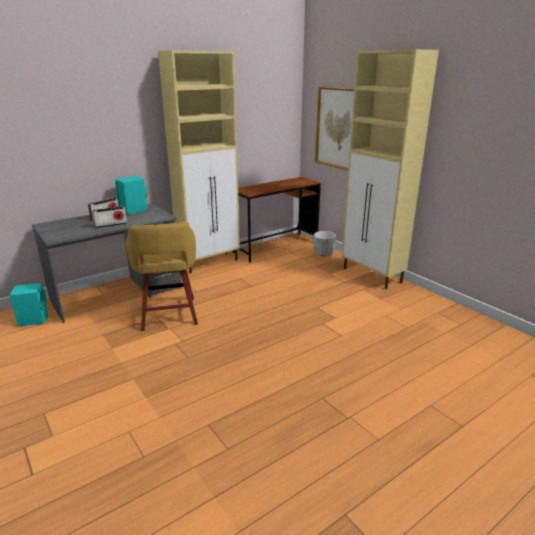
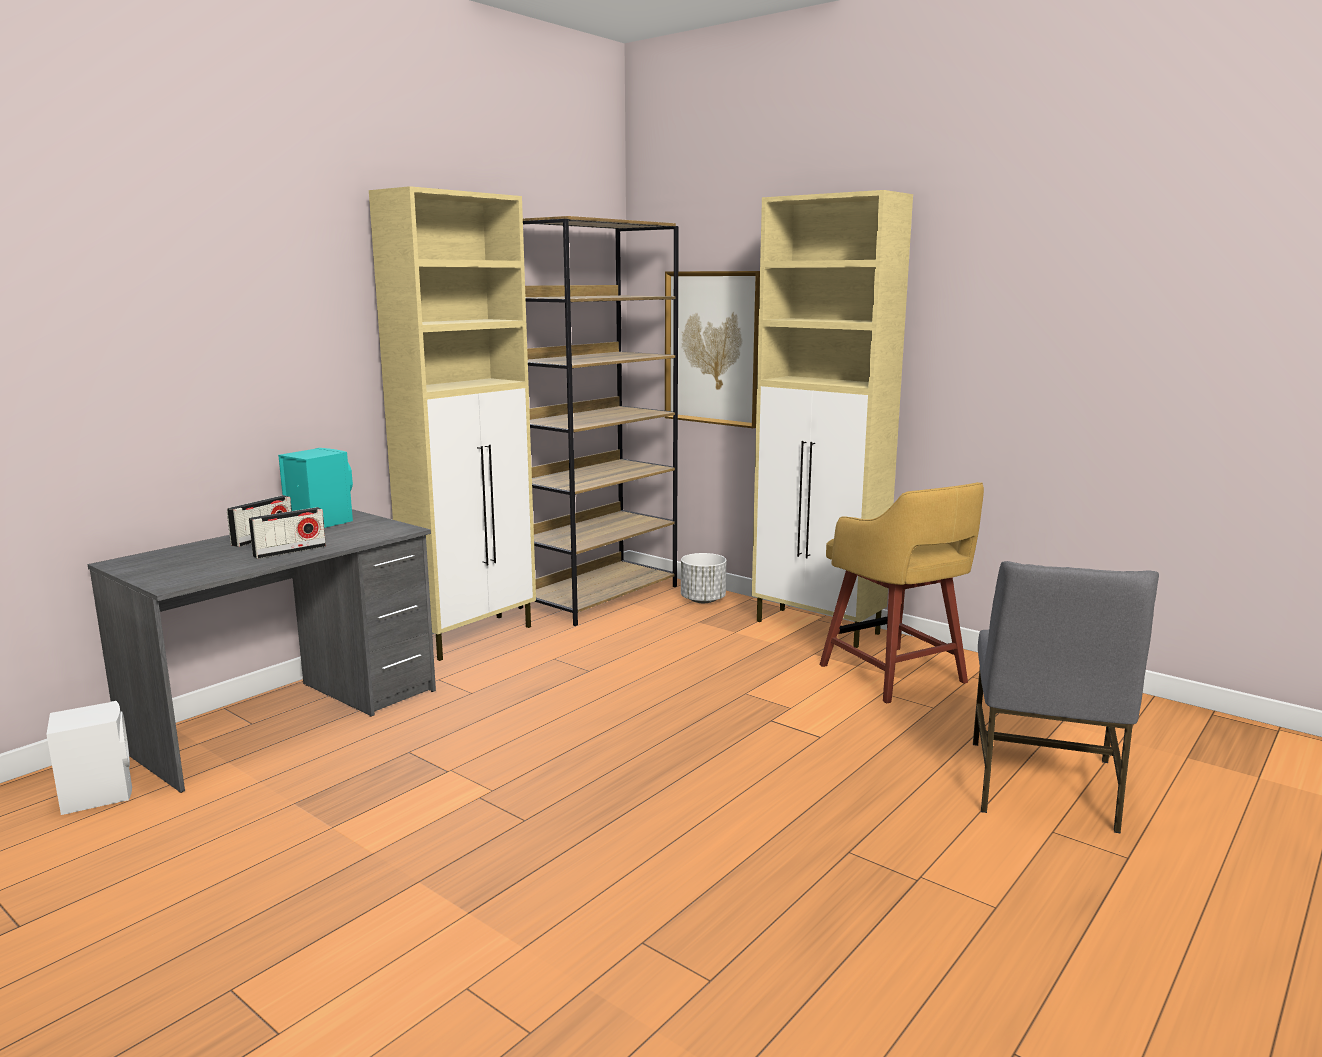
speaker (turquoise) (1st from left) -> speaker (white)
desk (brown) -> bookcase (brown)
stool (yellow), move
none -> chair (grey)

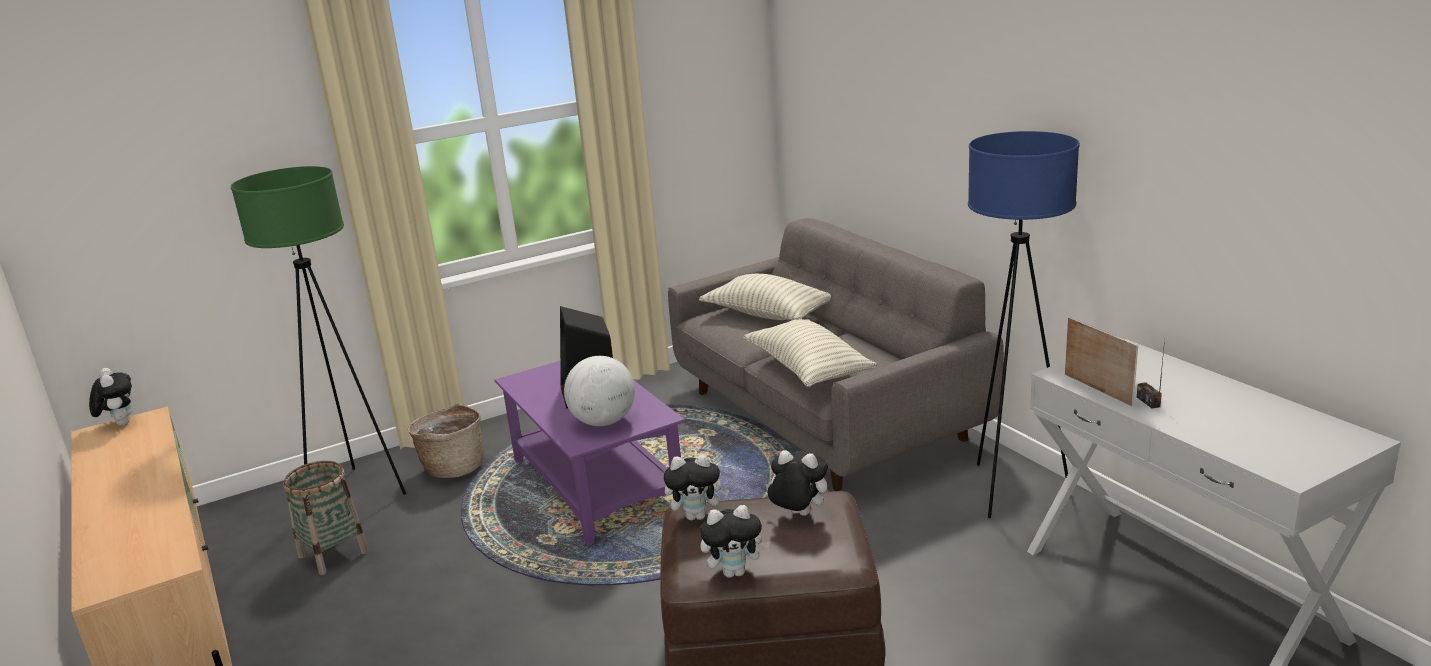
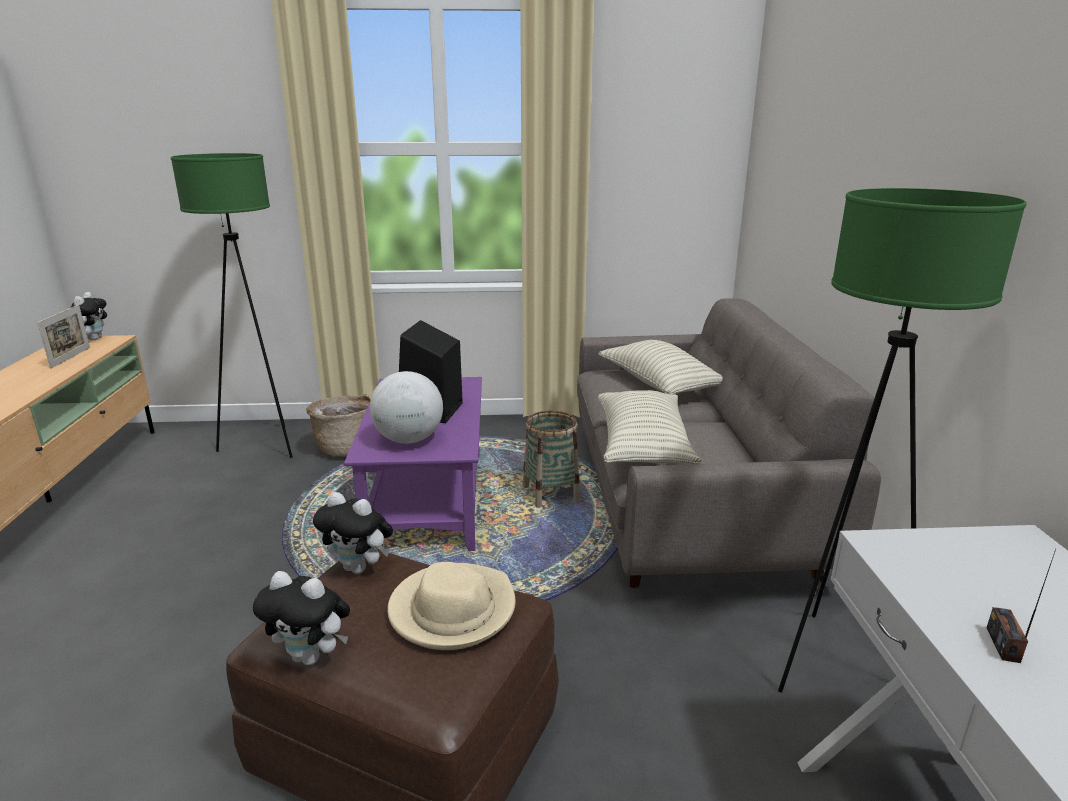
picture frame, move
plush toy (4th from left) -> hat (beige)
basket (1st from left in the first image) -> basket (2nd from left), move
floor lamp (blue) -> floor lamp (green) (2nd from left)

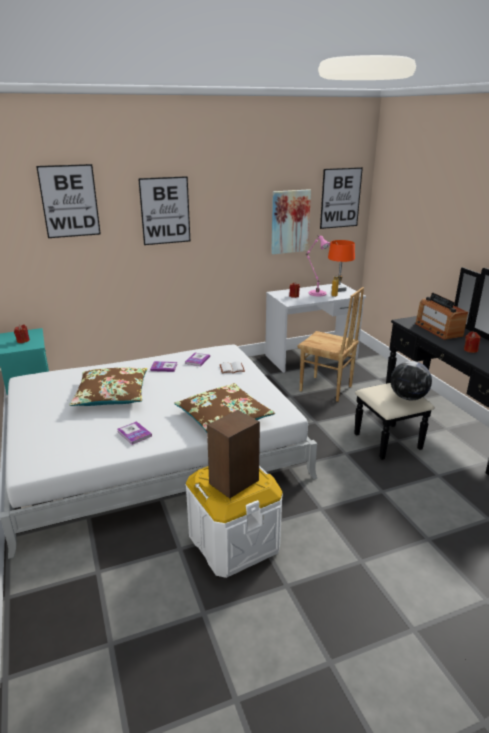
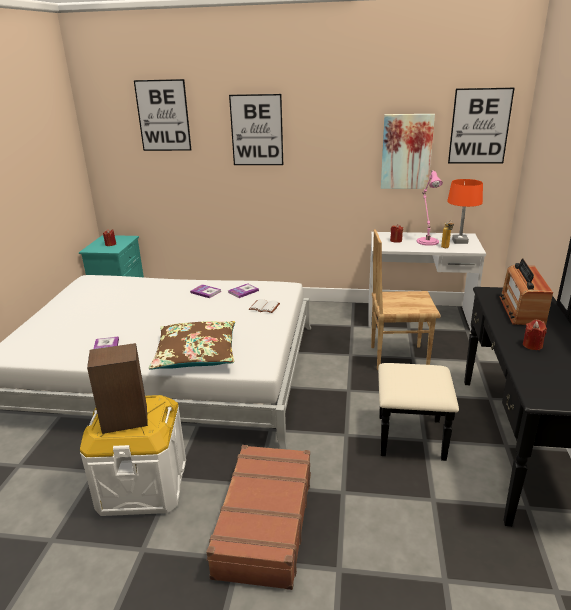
none -> suitcase (brown)
chair (brown), 120 degrees clockwise
pillow (brown) (1st from left) -> none
globe -> none

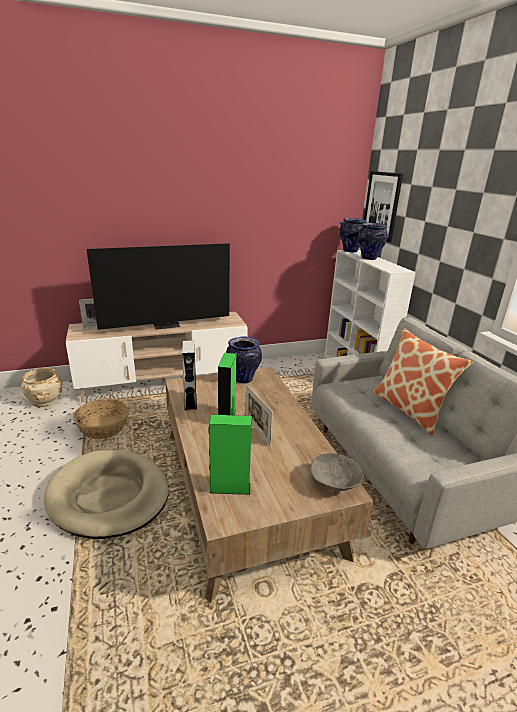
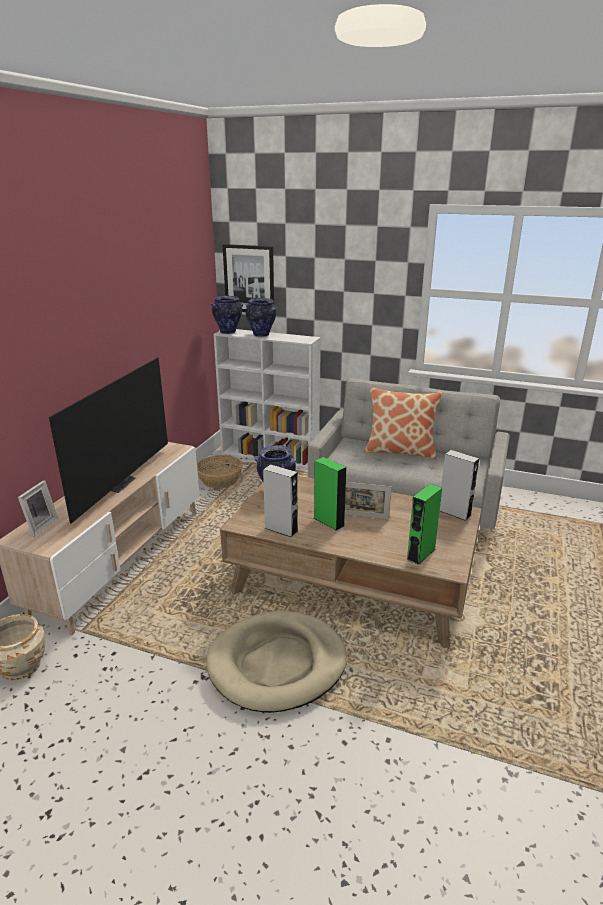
basket, move
bowl (grey) -> speaker (grey) (2nd from left)

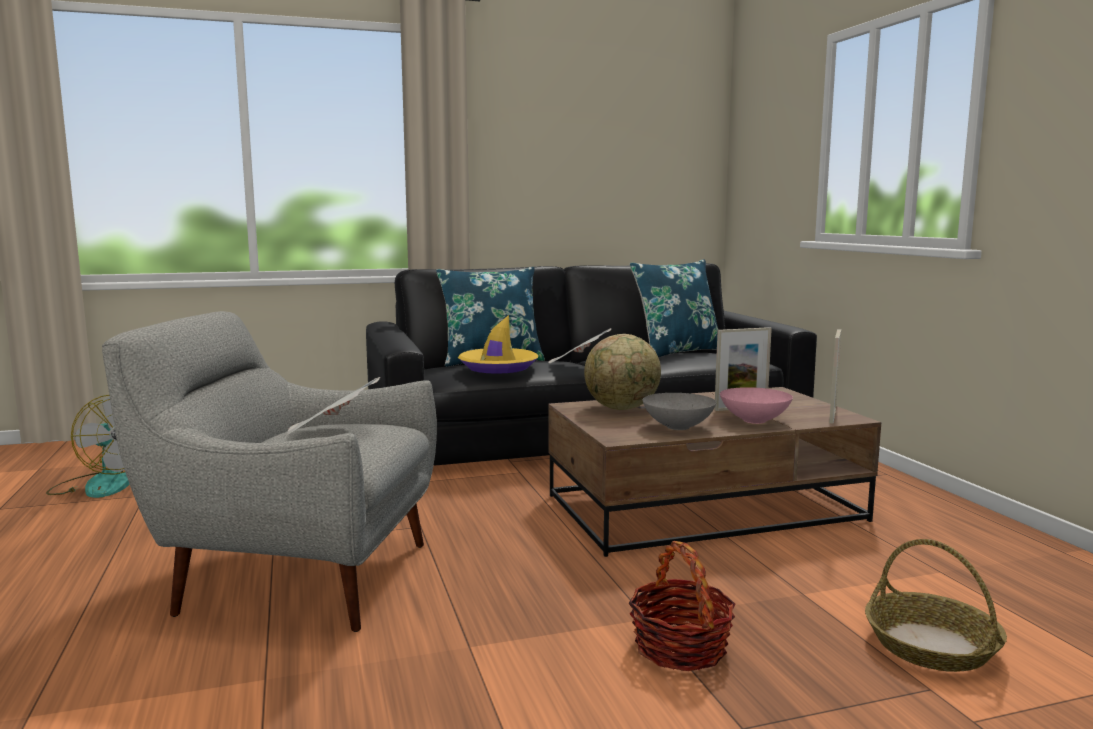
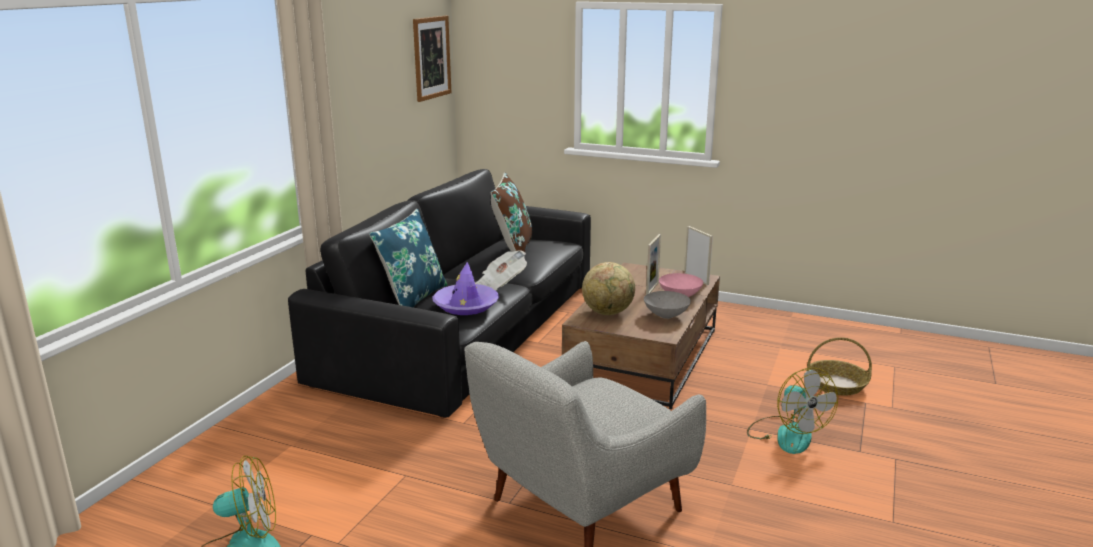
none -> picture
hat (yellow) -> hat (purple)
pillow (blue) (2nd from left) -> pillow (brown)
basket (1st from left) -> fan (2nd from left)
newspaper (1st from left) -> none

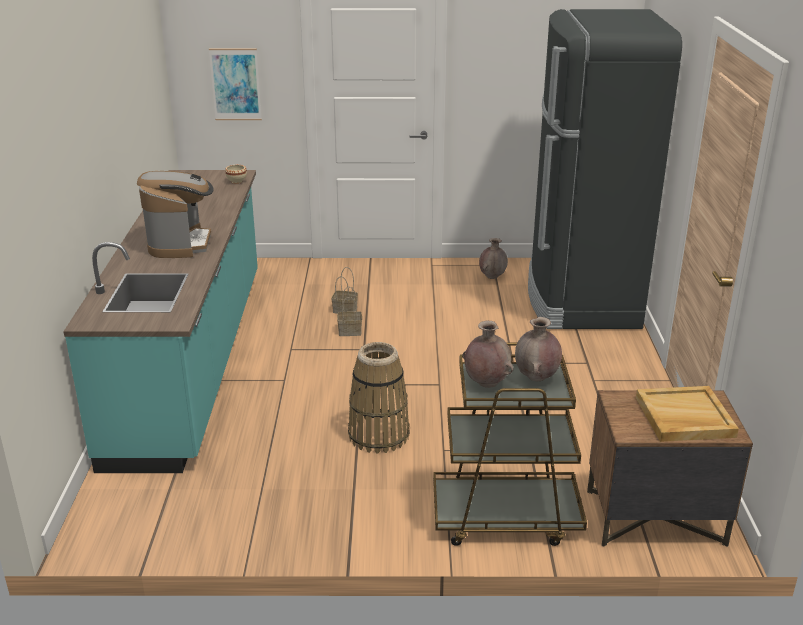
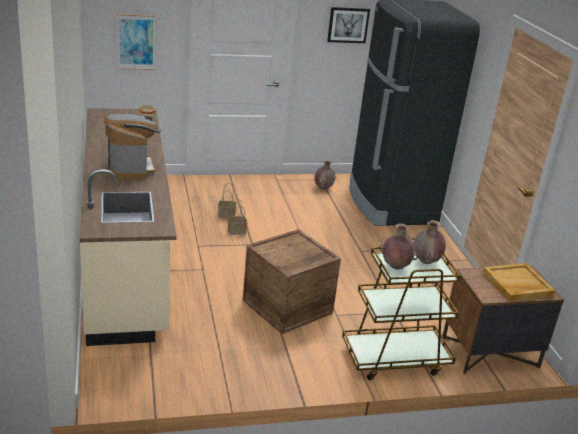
counter (turquoise) -> counter (beige)
basket (3rd from left) -> crate
none -> picture (2nd from left)

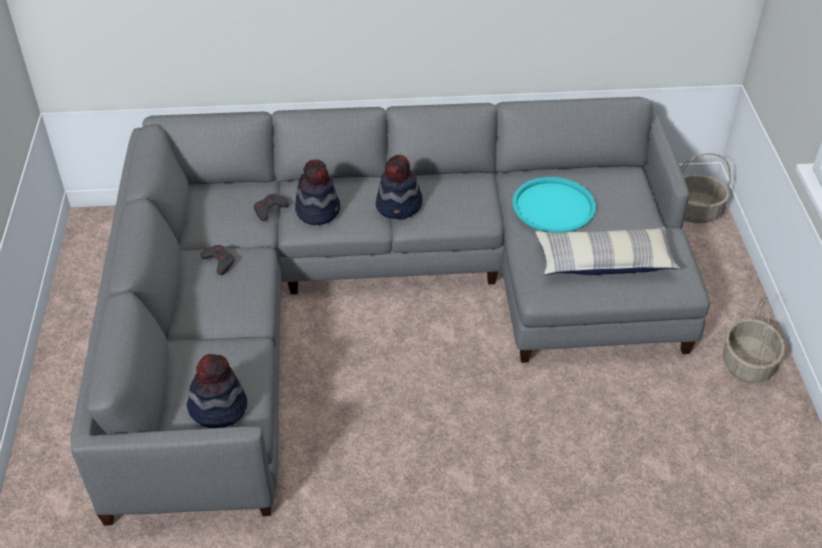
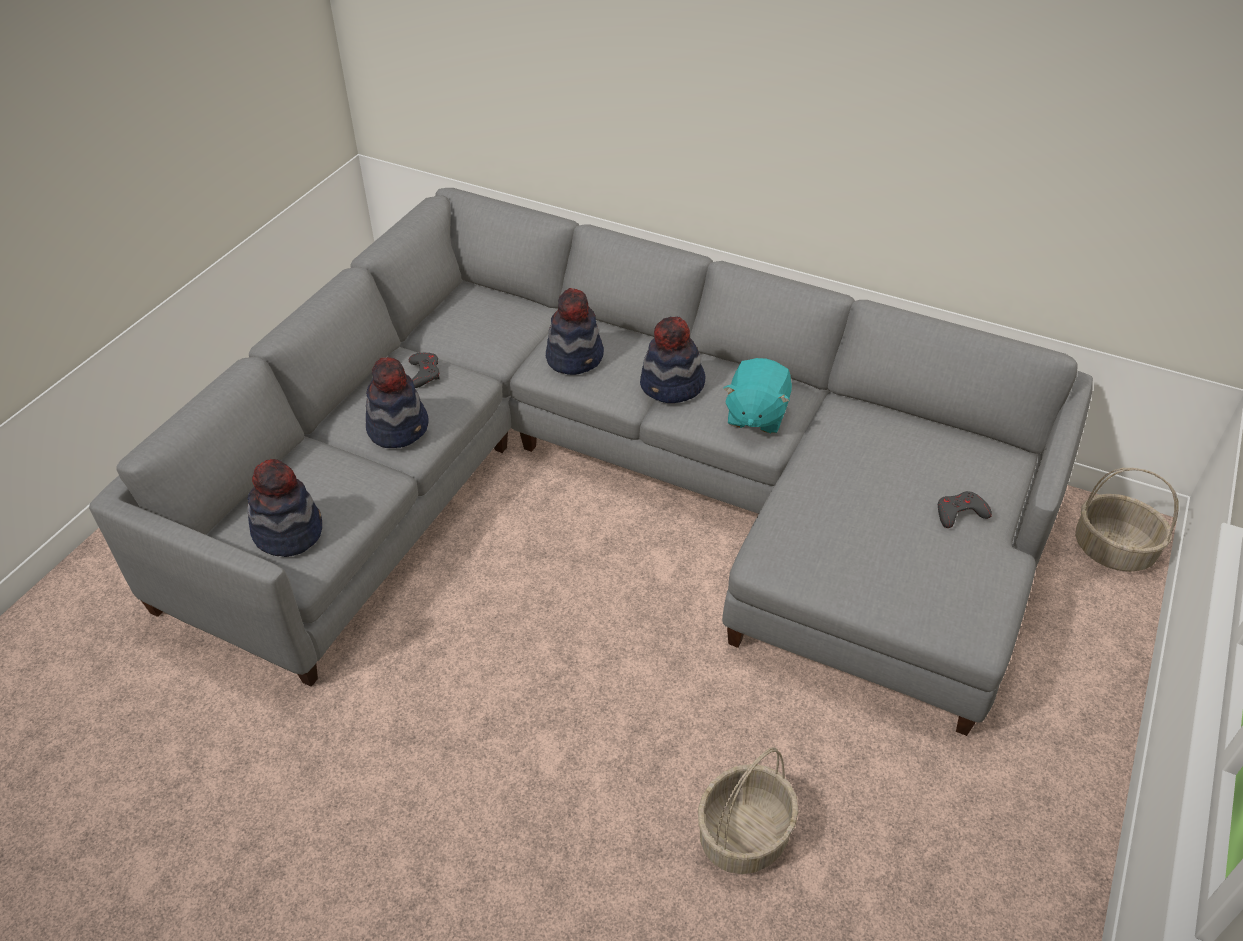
none -> hat (2nd from left)
basket (2nd from left in the first image) -> basket (1st from left), move
none -> plush toy (turquoise)
game controller (grey) (2nd from left), move
tray (turquoise) -> none
pillow -> none

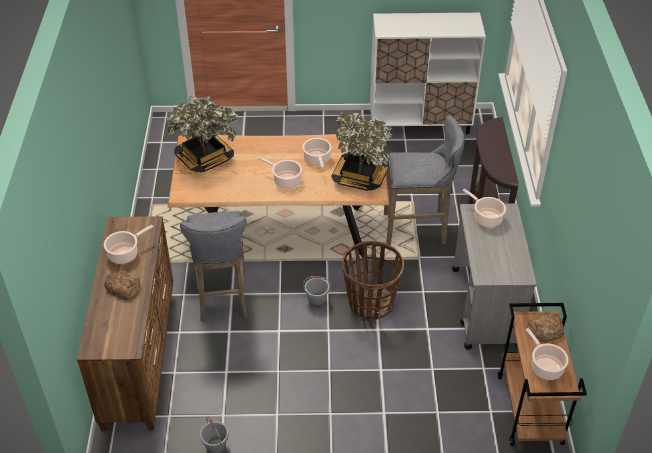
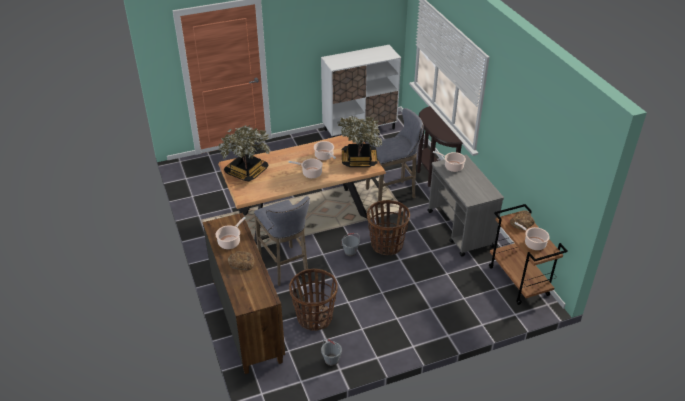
none -> basket (1st from left)

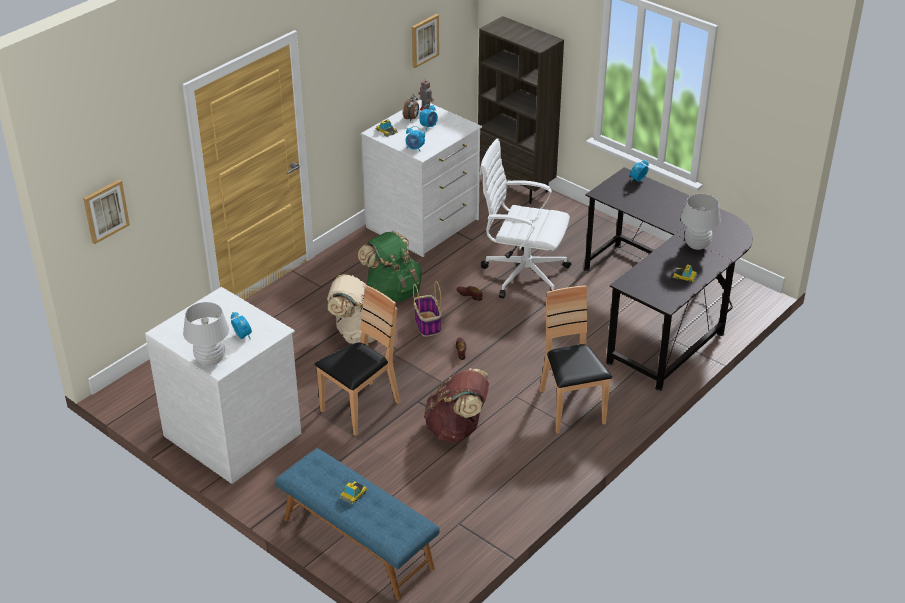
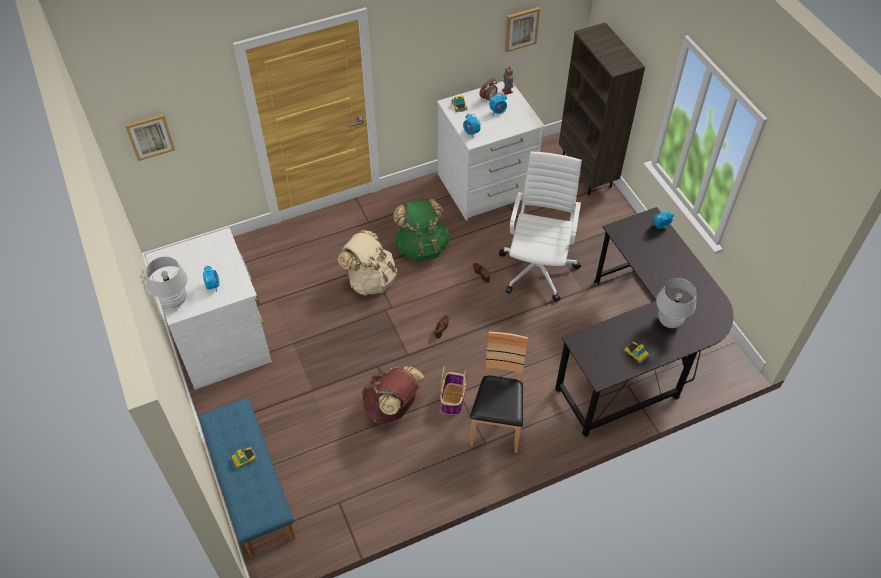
basket, move
office chair (white), 60 degrees clockwise
chair (brown) (1st from left) -> none

